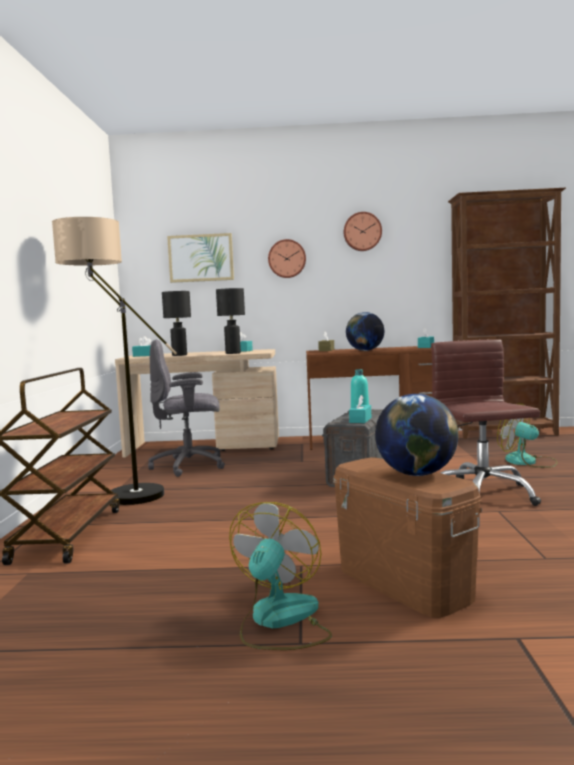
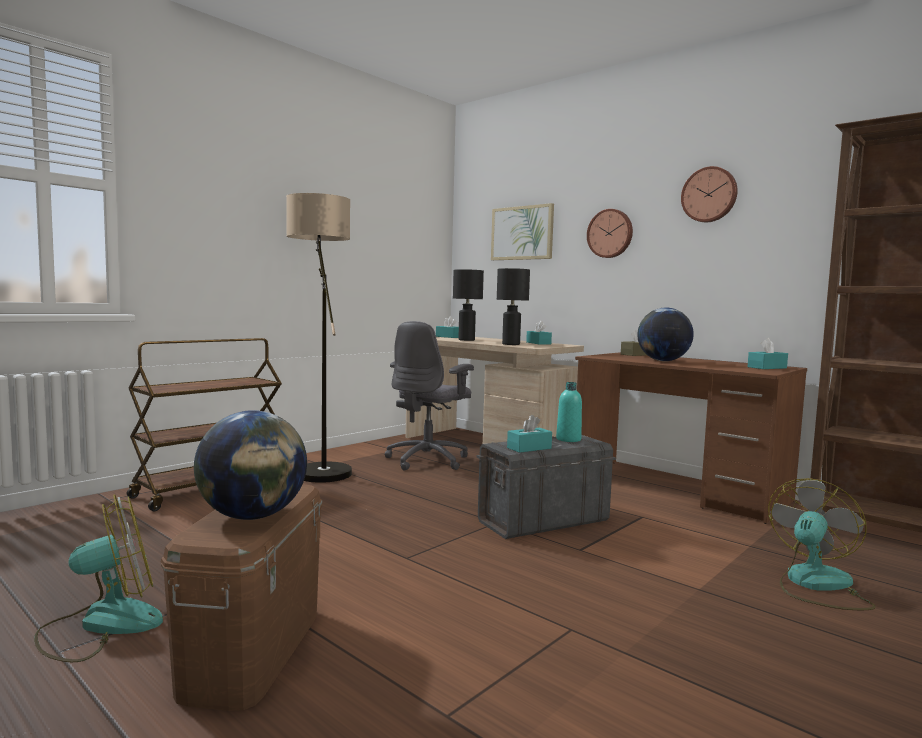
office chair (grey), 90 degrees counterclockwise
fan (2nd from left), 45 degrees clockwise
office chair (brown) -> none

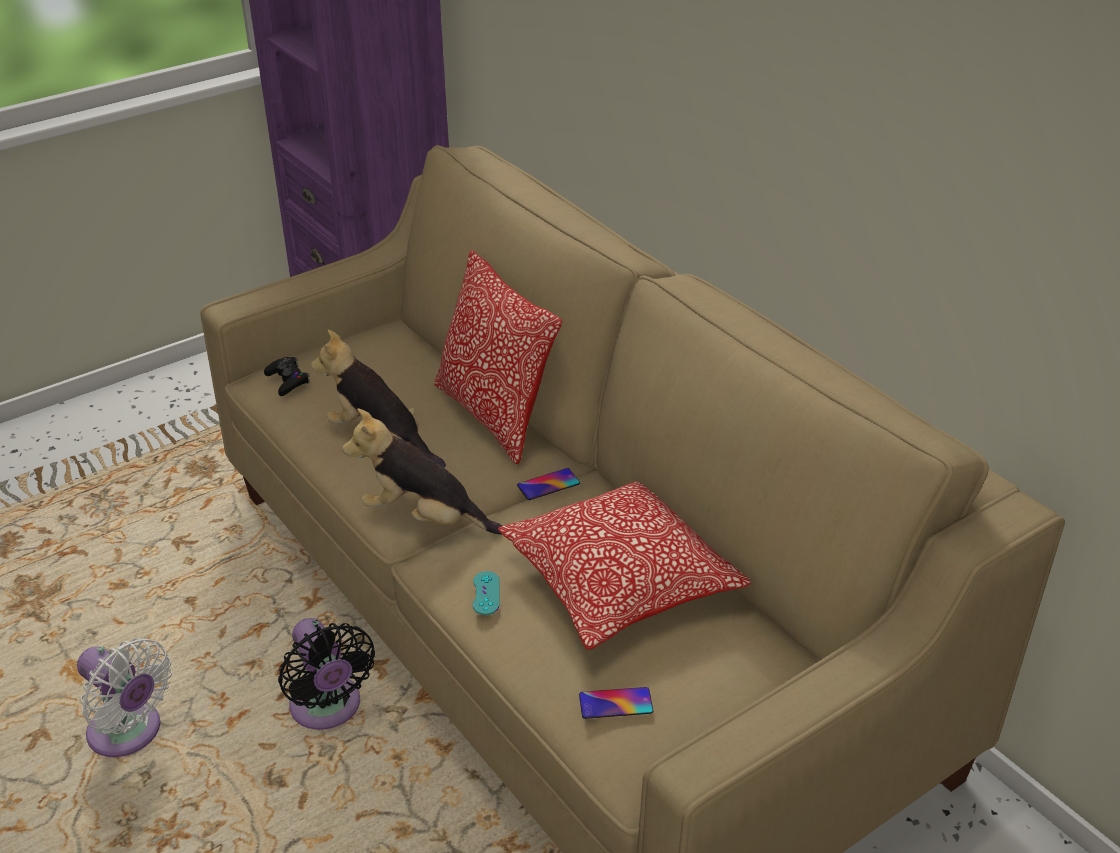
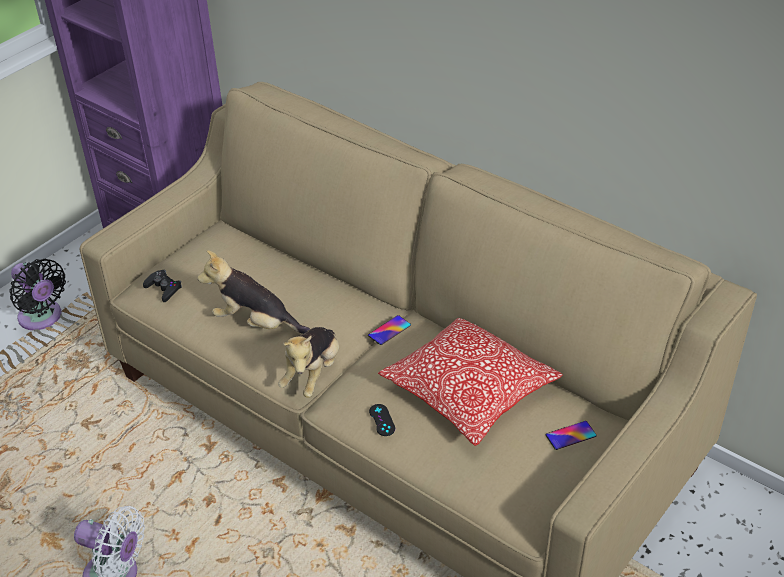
fan (black), move
plush toy (2nd from left), 75 degrees counterclockwise
game controller (turquoise) -> game controller (black) (2nd from left)
phone (2nd from left), move
pillow (1st from left) -> none

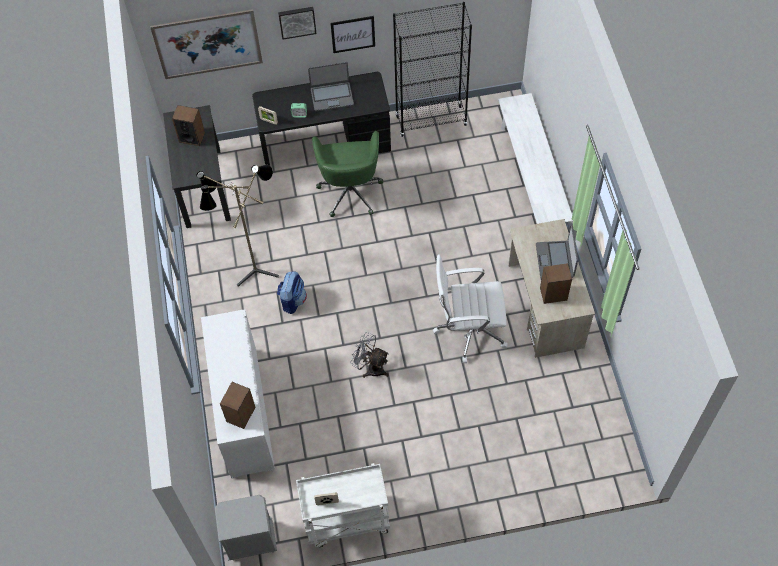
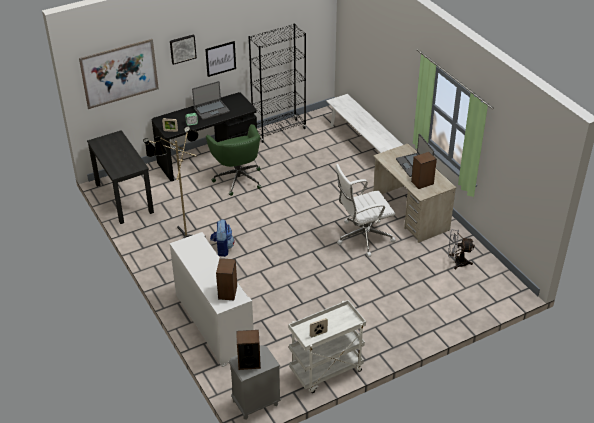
speaker (1st from left in the first image) -> speaker (2nd from left), move
fan (grey), move

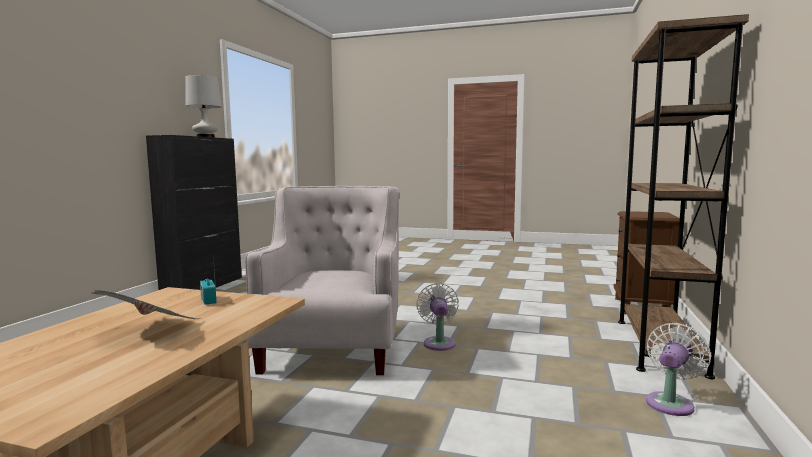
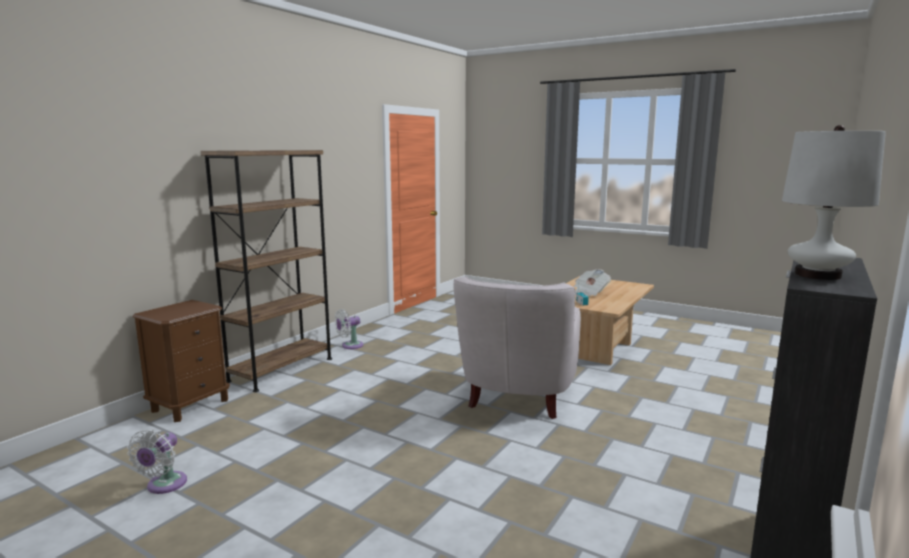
fan (white) (1st from left), move

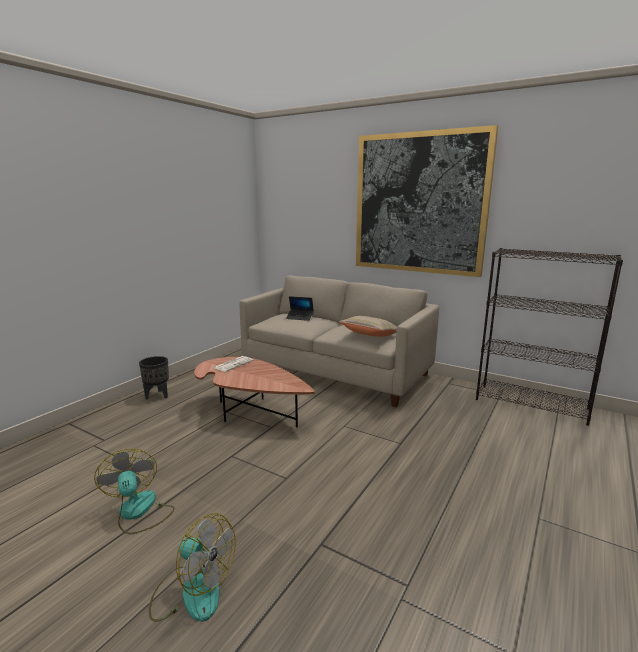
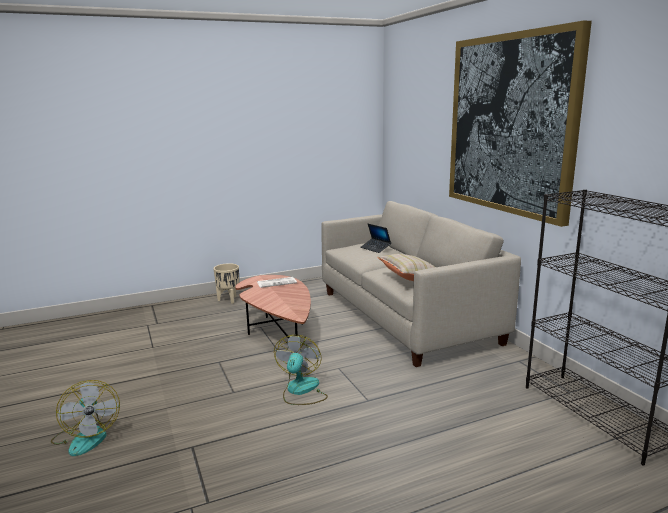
planter (black) -> planter (beige)
fan (1st from left in the first image) -> fan (2nd from left), move

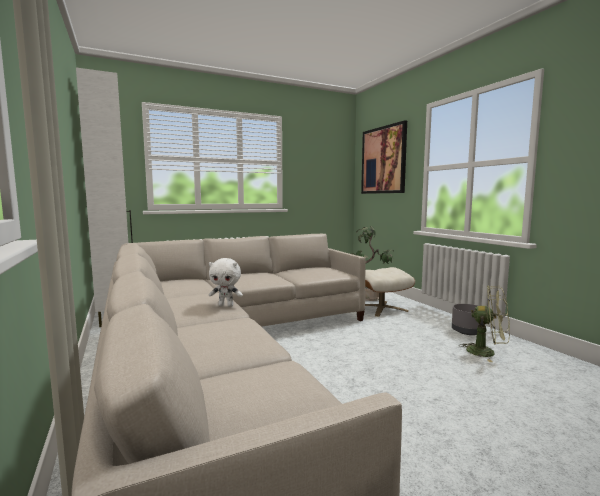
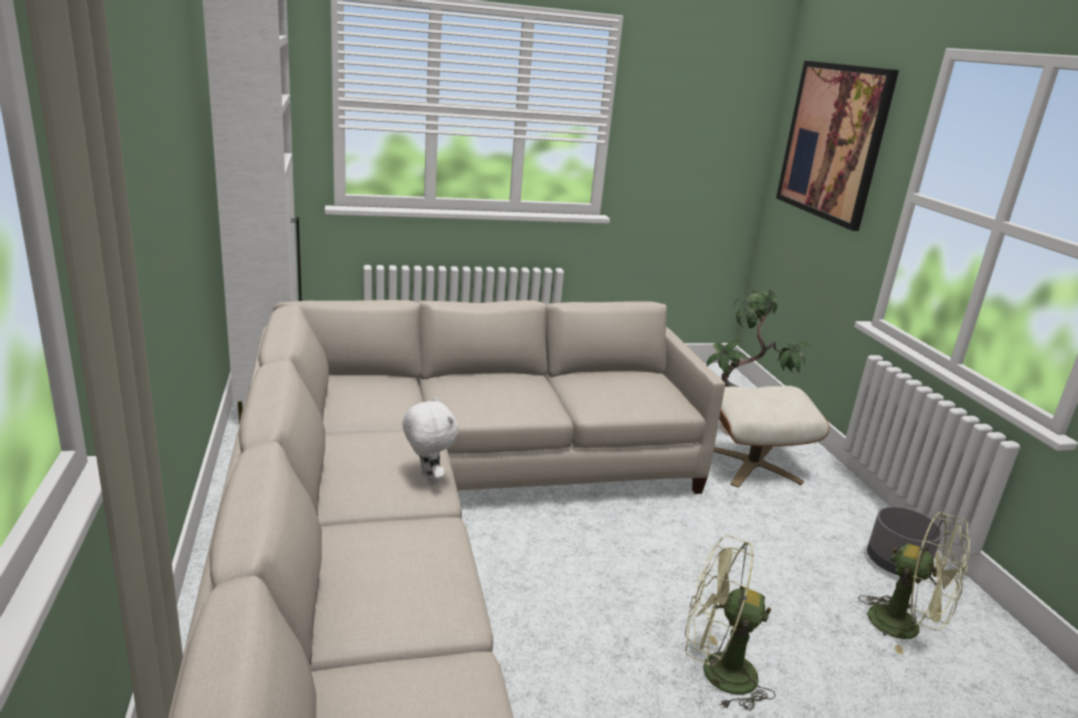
plush toy (white), 135 degrees counterclockwise
none -> fan (green) (1st from left)

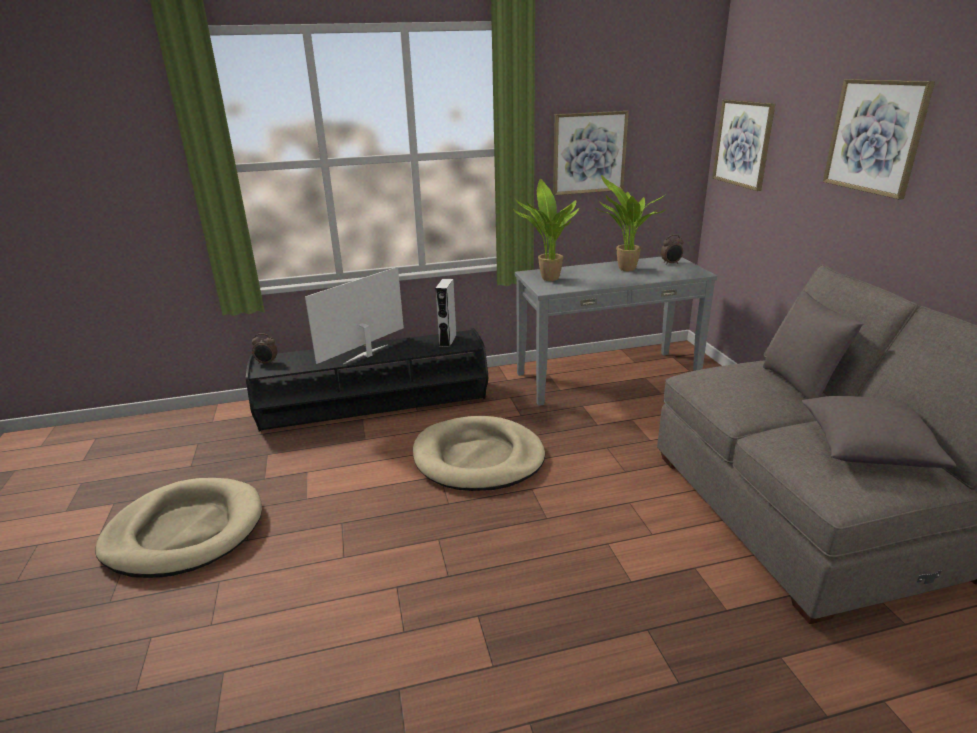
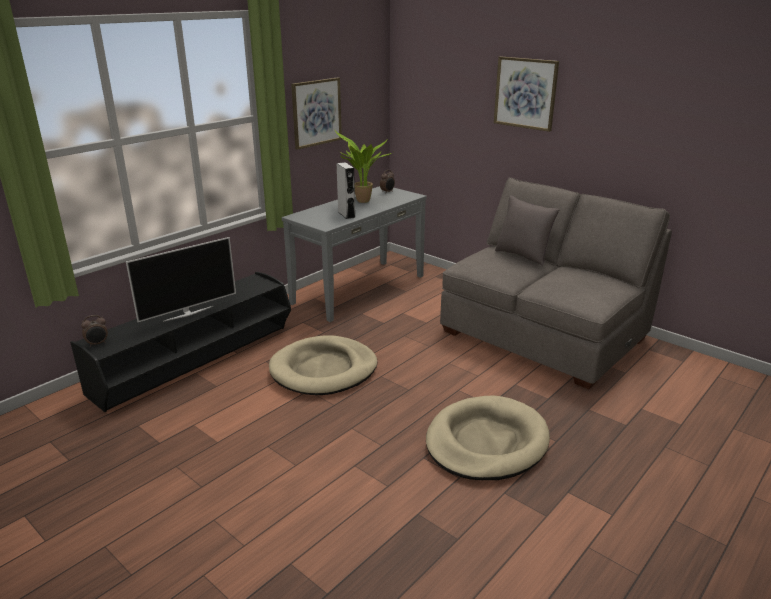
television, 135 degrees counterclockwise
speaker (grey), move
dog bed (beige) (1st from left in the first image) -> dog bed (beige) (2nd from left), move
potted plant (1st from left) -> none
picture (2nd from left) -> none
pillow (grey) (2nd from left) -> none

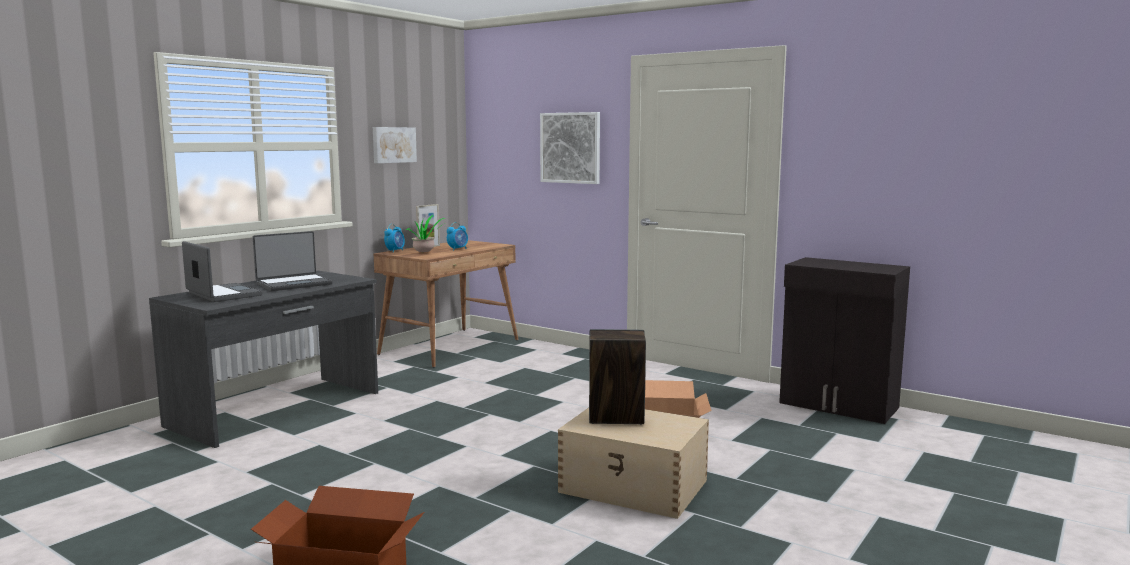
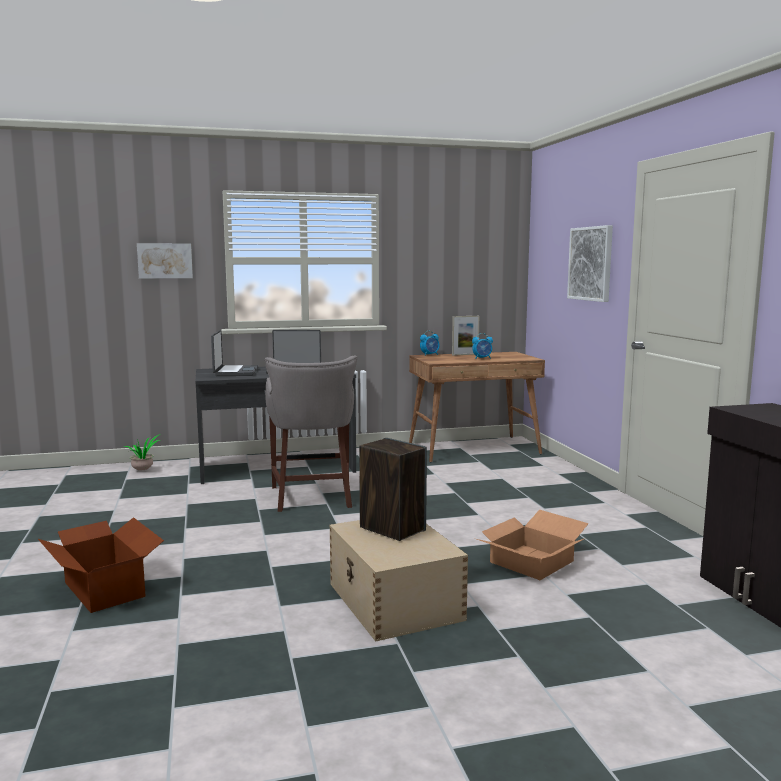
potted plant, move
picture (1st from left), move
none -> stool (grey)

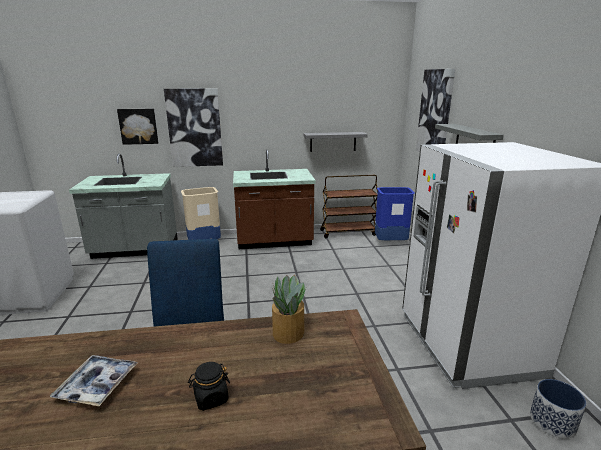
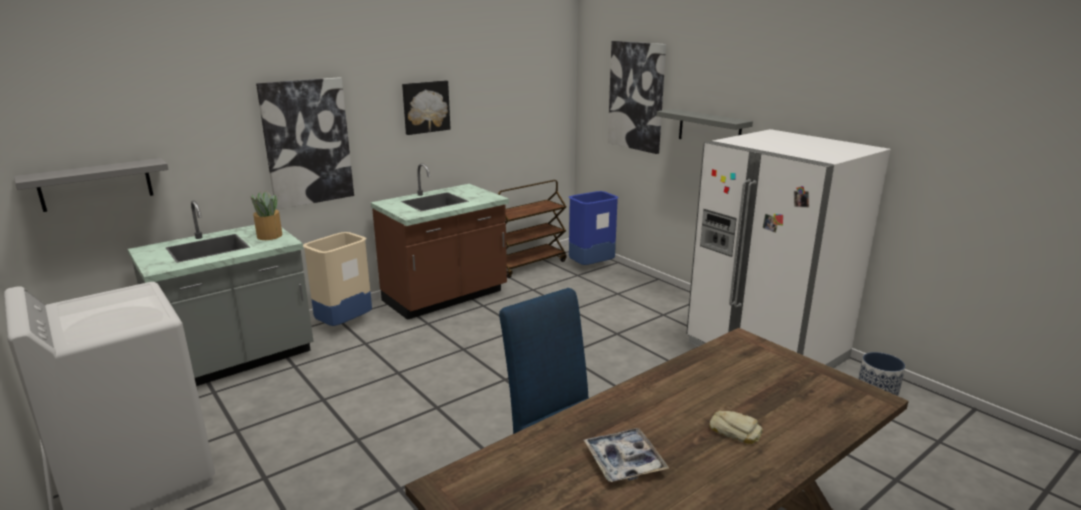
shelf (grey) (1st from left), move
potted plant, move
picture (1st from left in the first image) -> picture (2nd from left), move
jar (black) -> bread

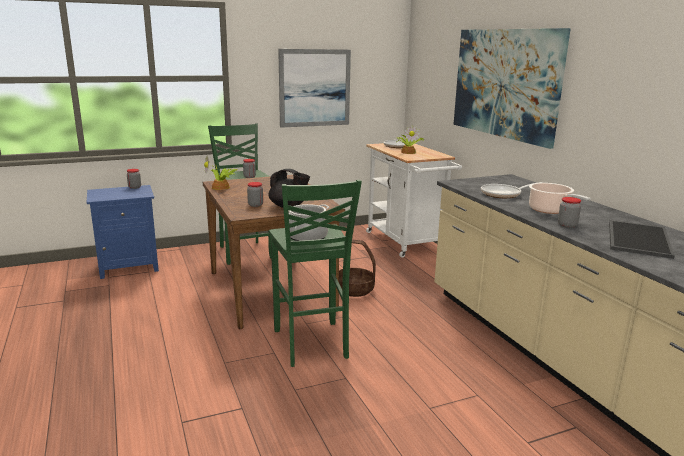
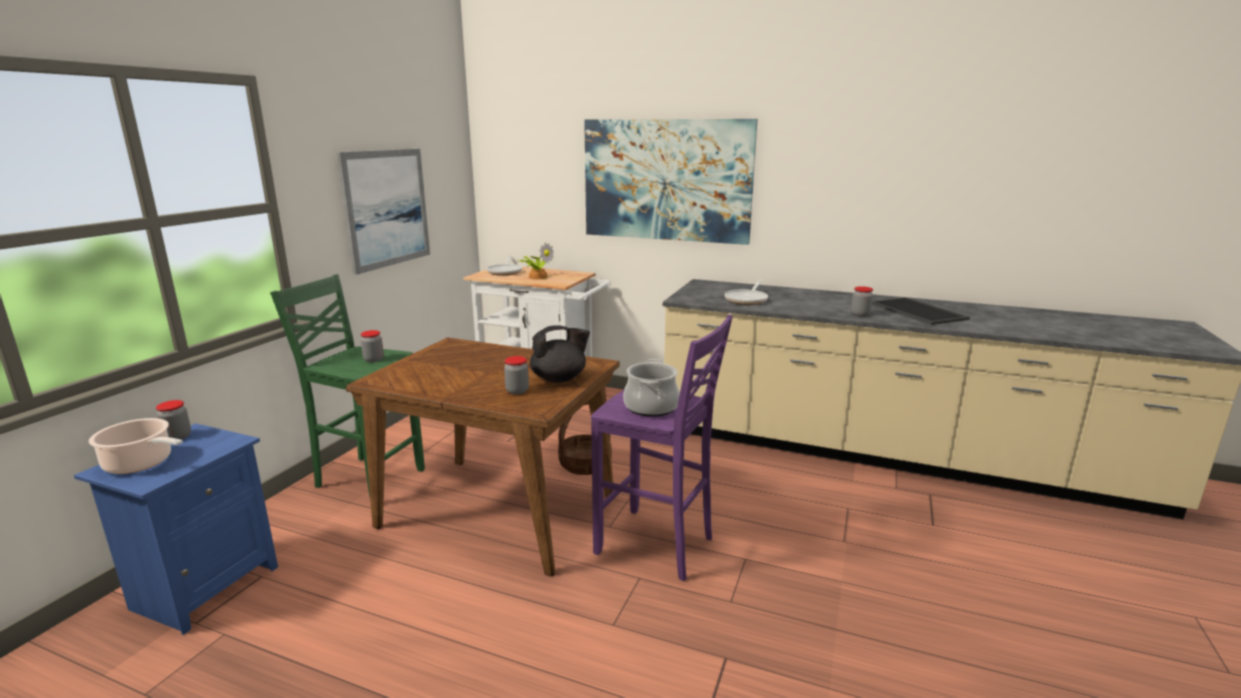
cooking pot (2nd from left in the first image) -> cooking pot (1st from left), move
stool (green) (2nd from left) -> stool (purple)
potted plant (1st from left) -> none

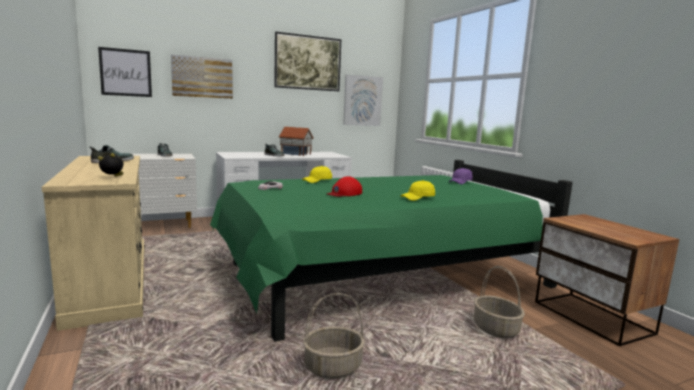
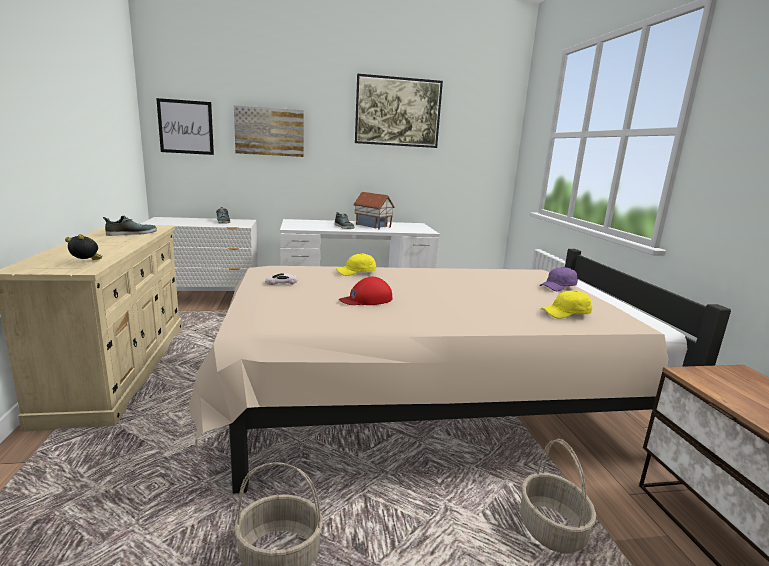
bed (green) -> bed (beige)
cap (yellow) (2nd from left), move
picture (4th from left) -> none

